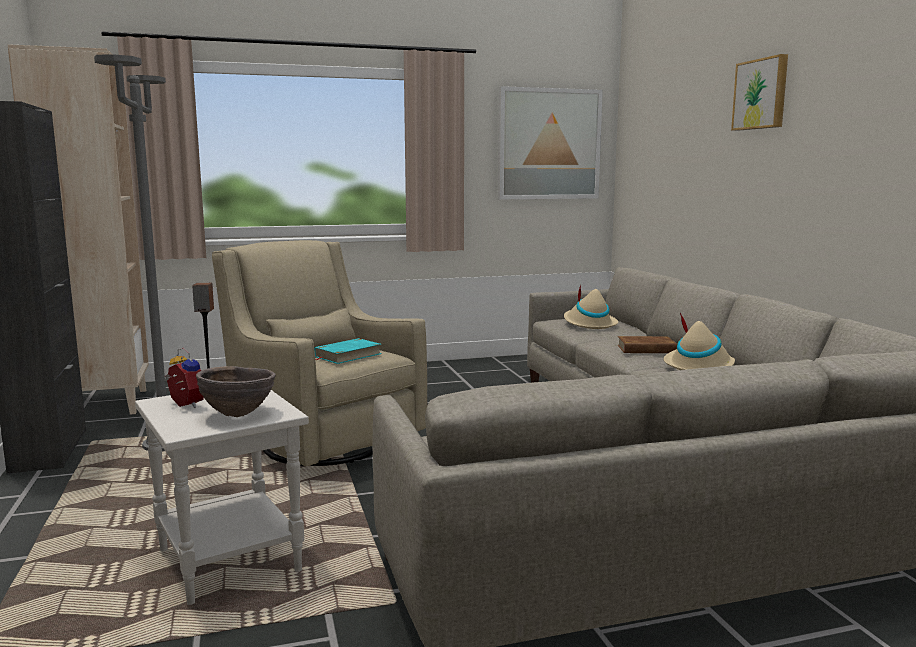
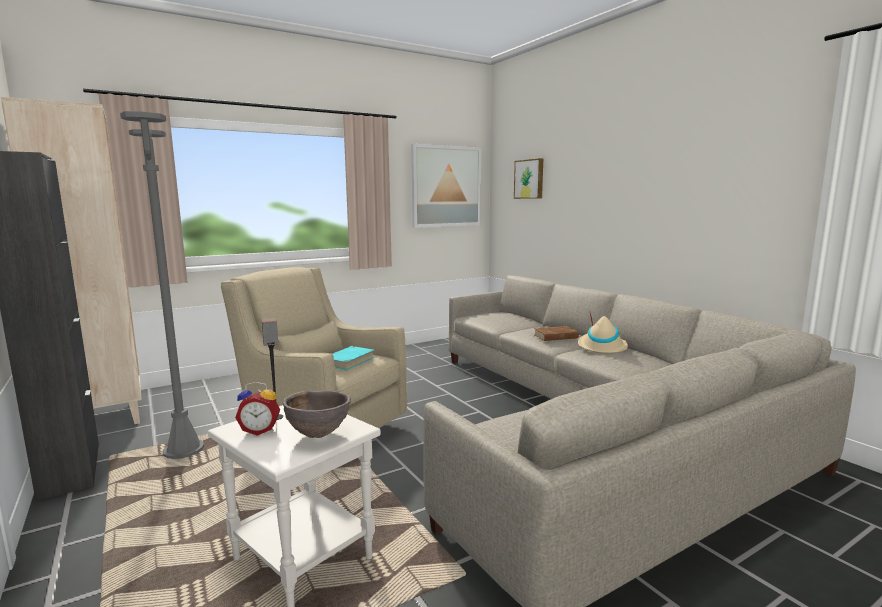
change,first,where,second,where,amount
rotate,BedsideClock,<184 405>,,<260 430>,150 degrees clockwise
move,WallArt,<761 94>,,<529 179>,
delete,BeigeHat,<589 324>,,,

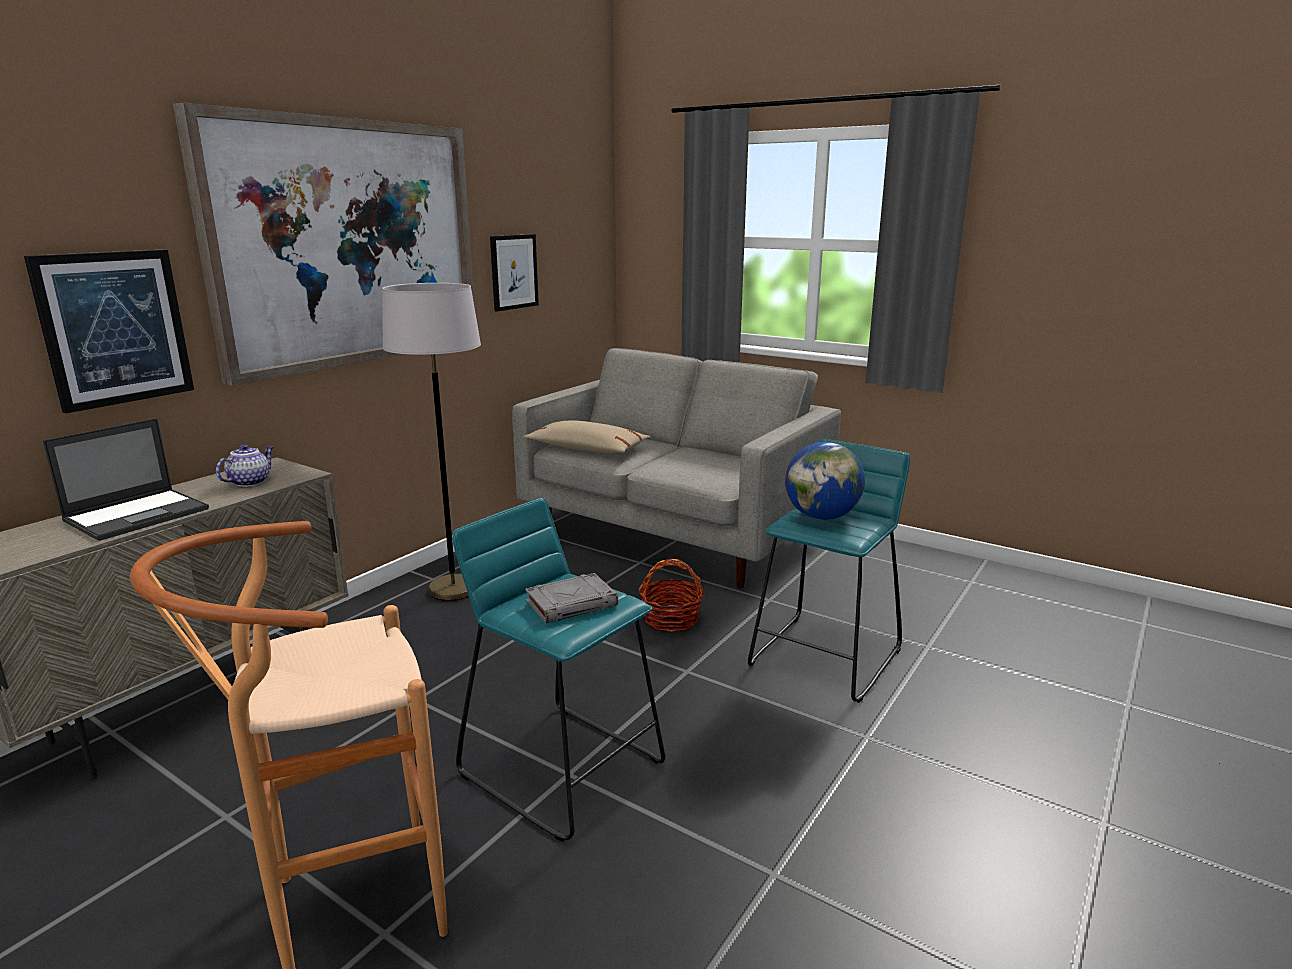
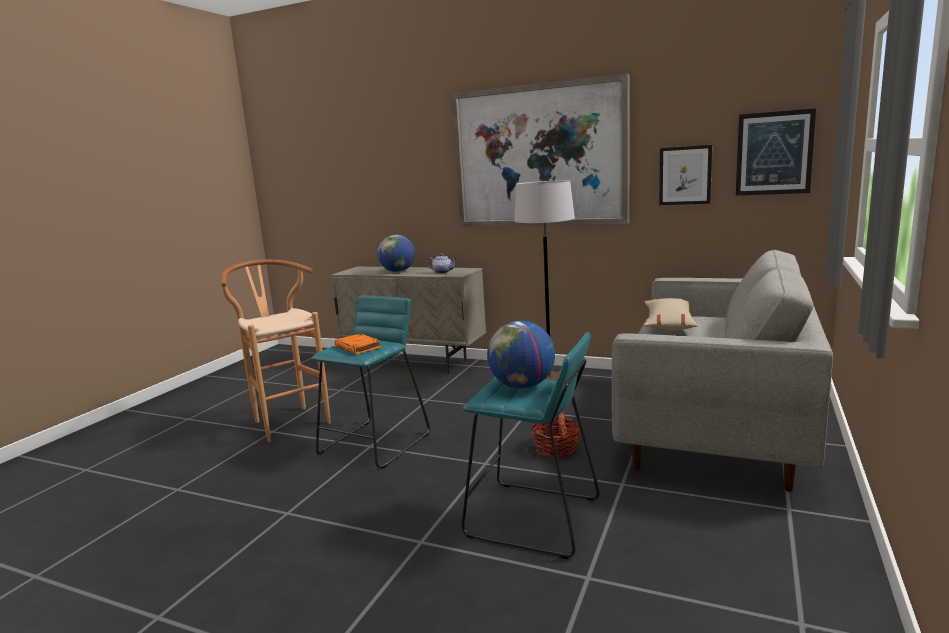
change,first,where,second,where,amount
recolor,GreyishBoundBook,<572 603>,OrangeyBoundBook,<358 347>,
replace,PortableComputer,<138 514>,WorldGlobe,<398 271>,
move,WallArt,<114 328>,,<774 153>,

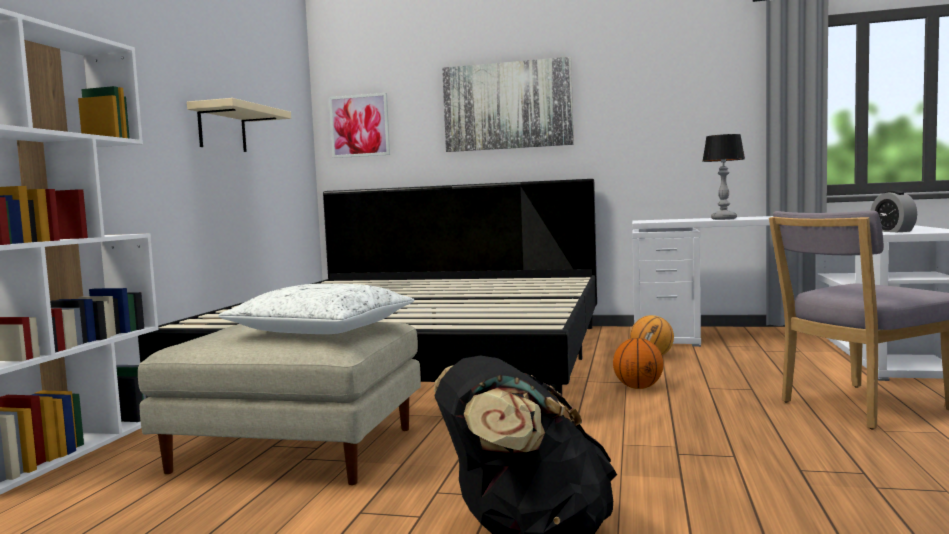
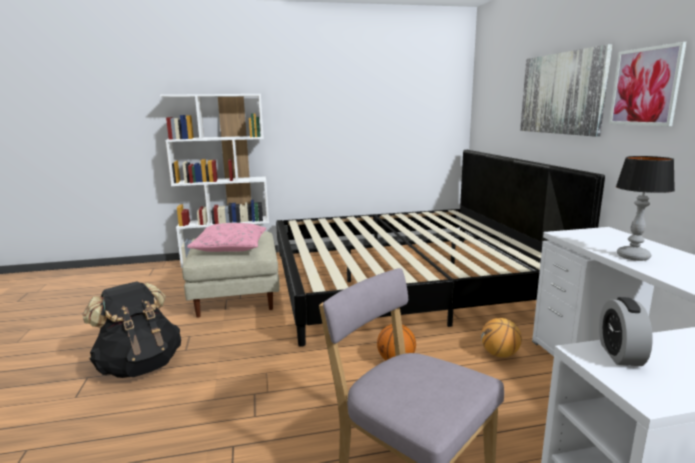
change,first,where,second,where,amount
recolor,WhitePillow,<322 329>,PinkColouredPillow,<230 246>,
rotate,BedsideClock,<892 231>,,<620 354>,45 degrees counterclockwise
move,WallArt,<359 126>,,<645 87>,
delete,BeigeShelf,<222 129>,,,

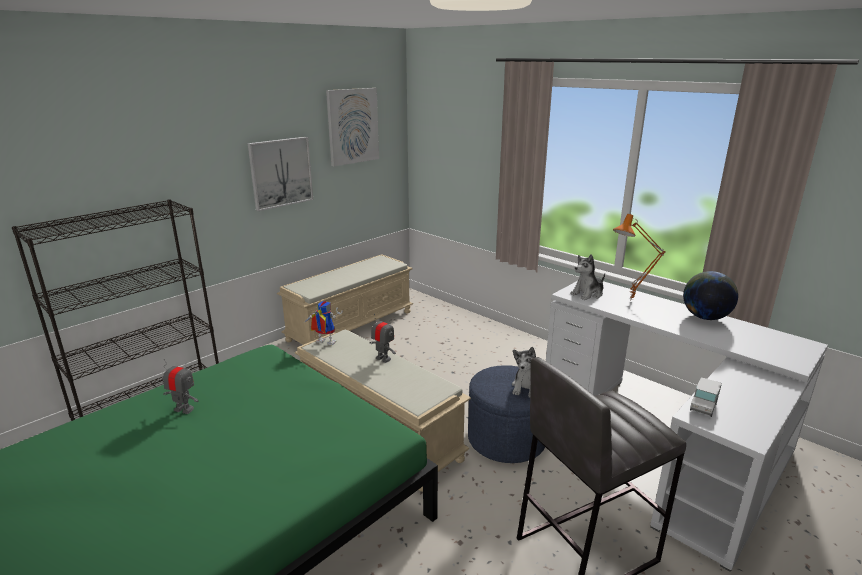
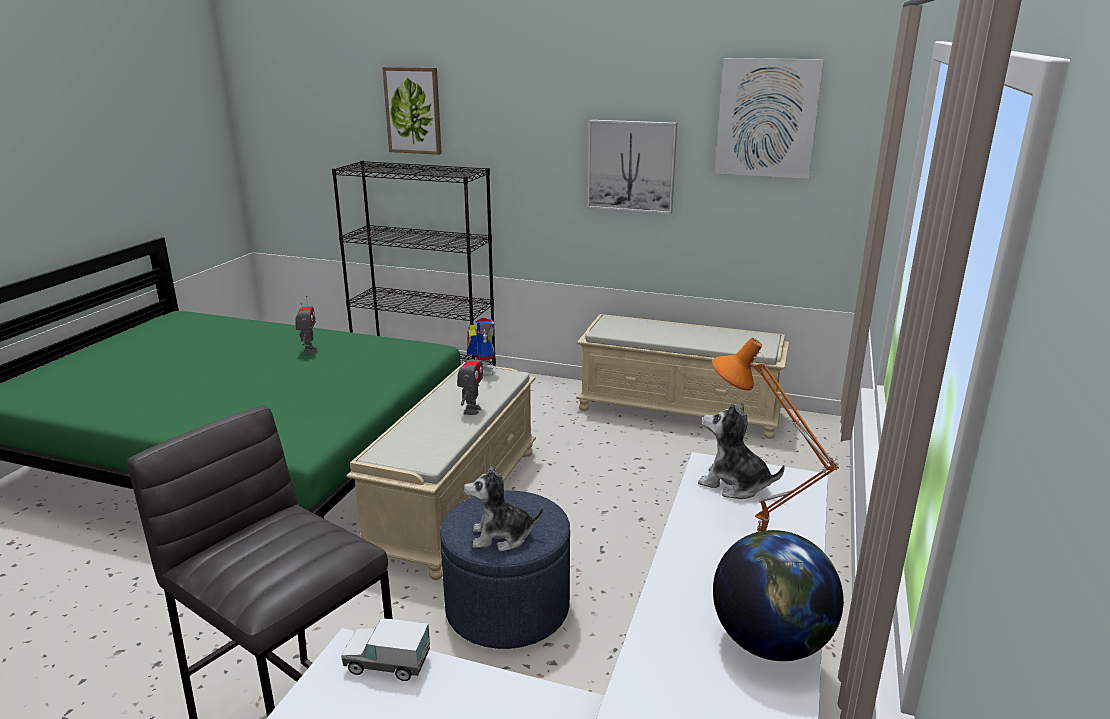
change,first,where,second,where,amount
insert,,,WallArt,<413 110>,

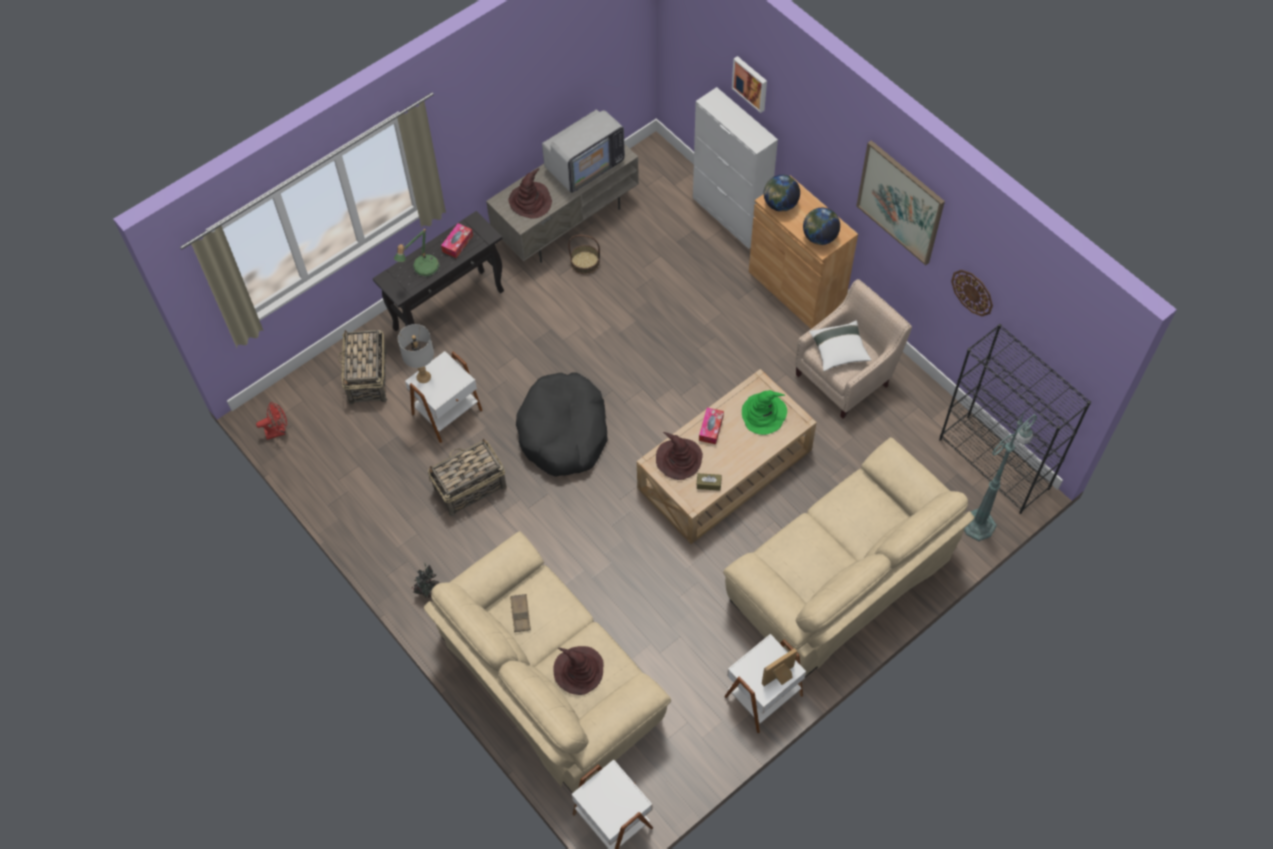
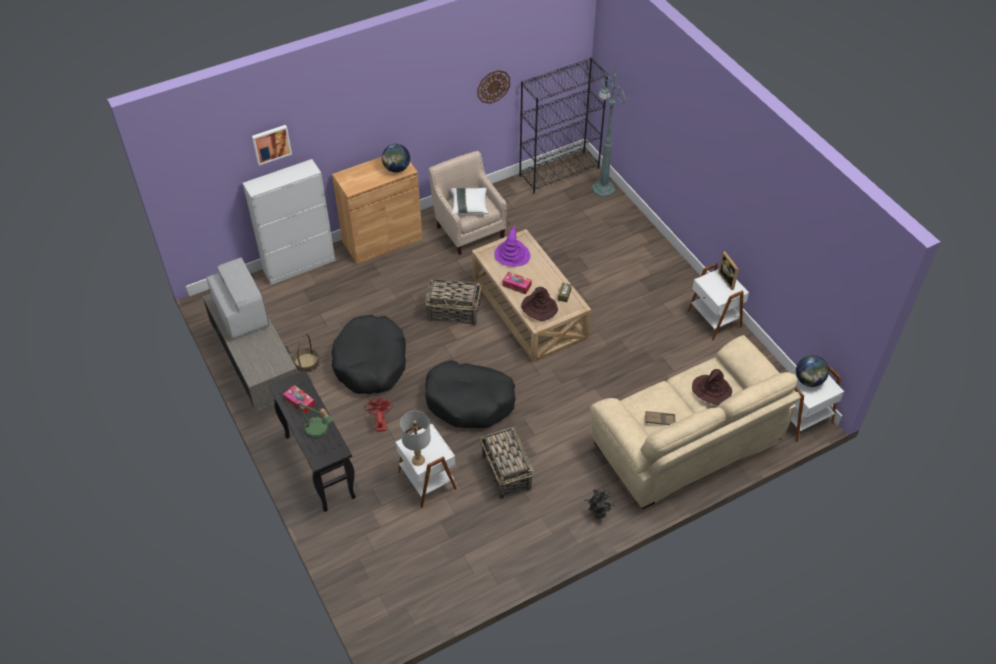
change,first,where,second,where,amount
insert,,,BlackishPetBed,<371 362>,
move,ReddishElectricFan,<278 431>,,<380 422>,
move,StorageBasket,<368 378>,,<454 312>,
recolor,GreenHat,<763 414>,PurplishHat,<512 255>,
move,WorldGlobe,<780 204>,,<808 381>,
delete,BrownColouredHat,<530 201>,,,
delete,BeigeSettee,<843 578>,,,
delete,WallArt,<900 202>,,,

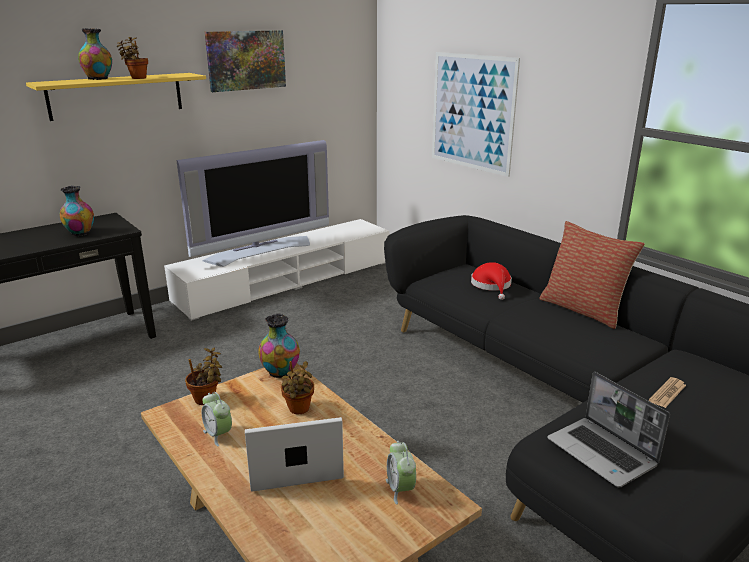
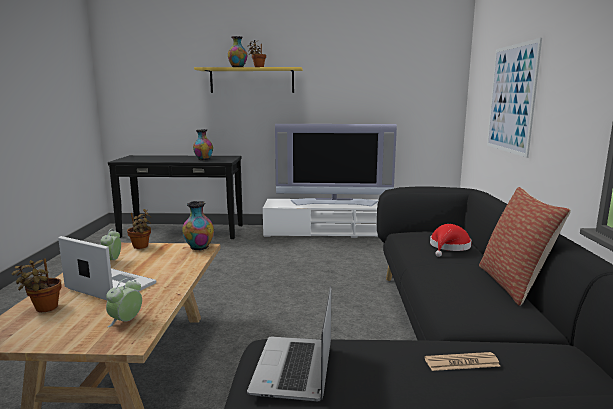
change,first,where,second,where,amount
move,PlantInAPot,<298 410>,,<44 308>,
delete,WallArt,<246 60>,,,

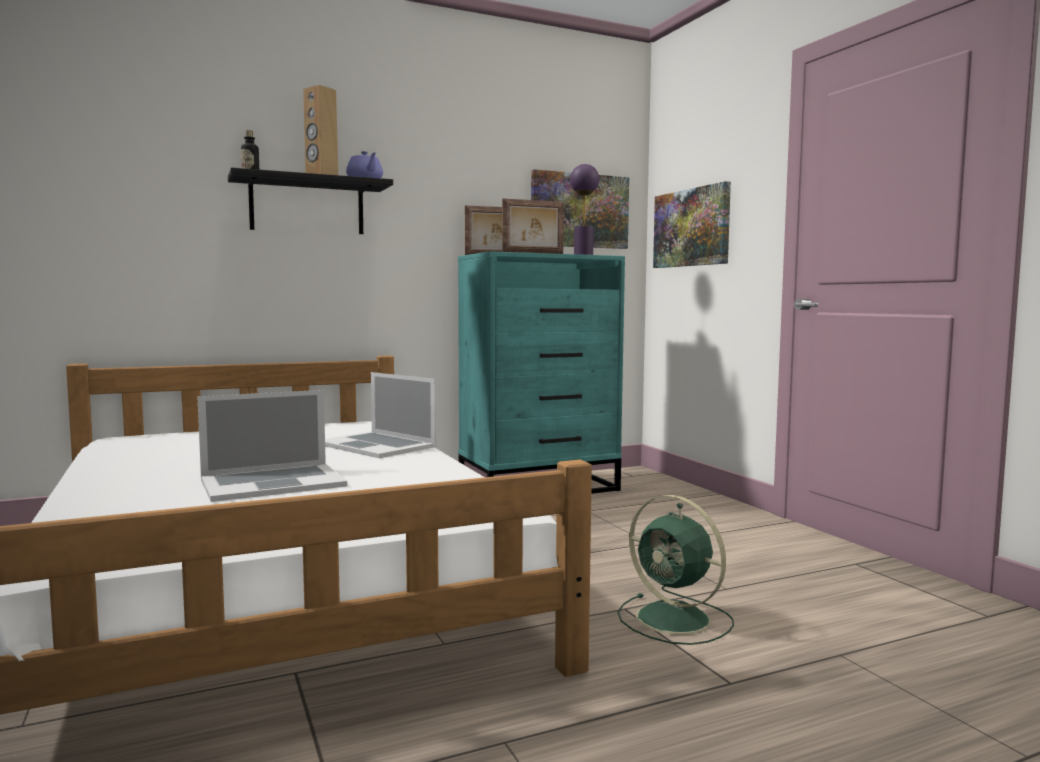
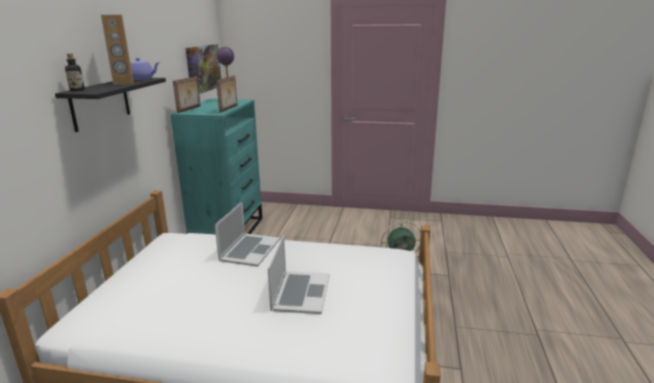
change,first,where,second,where,amount
rotate,PortableComputer,<377 445>,,<249 249>,60 degrees counterclockwise
delete,WallArt,<691 228>,,,

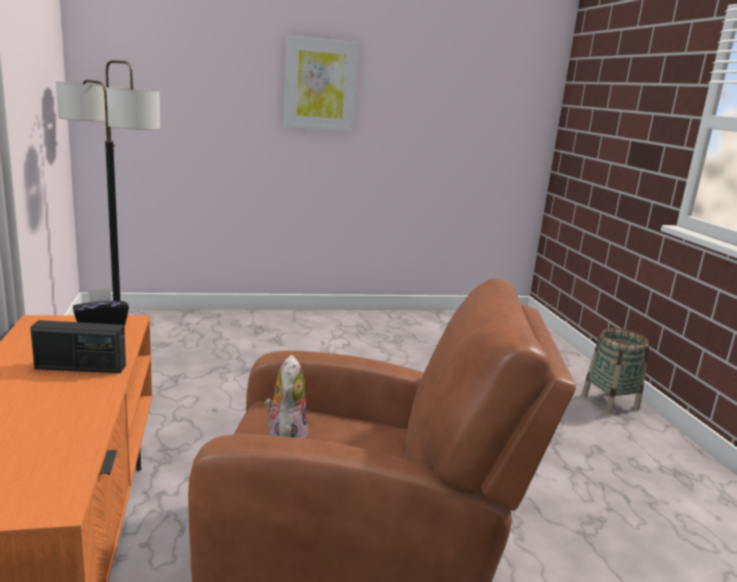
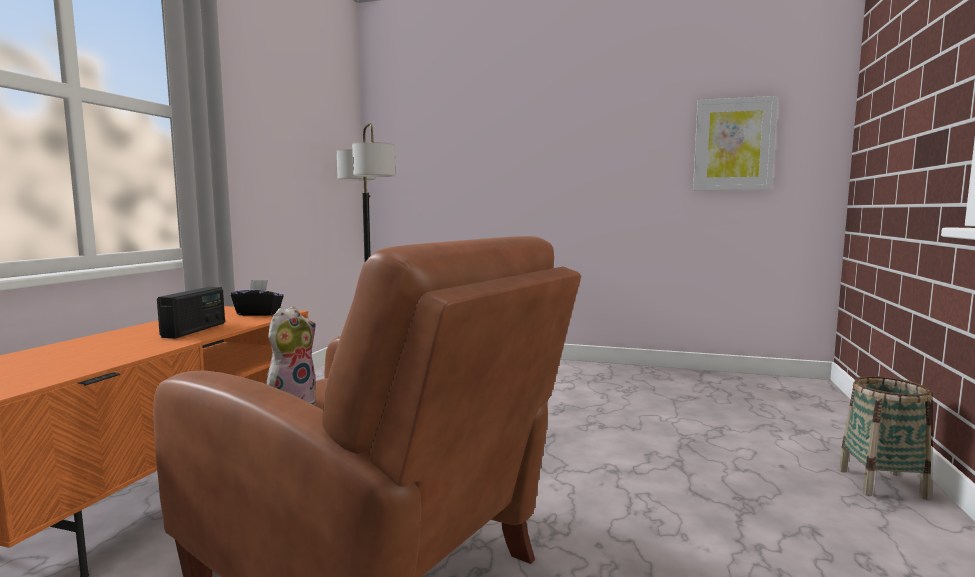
change,first,where,second,where,amount
rotate,RadioReceiver,<80 367>,,<195 330>,105 degrees counterclockwise
move,WallArt,<320 85>,,<733 144>,

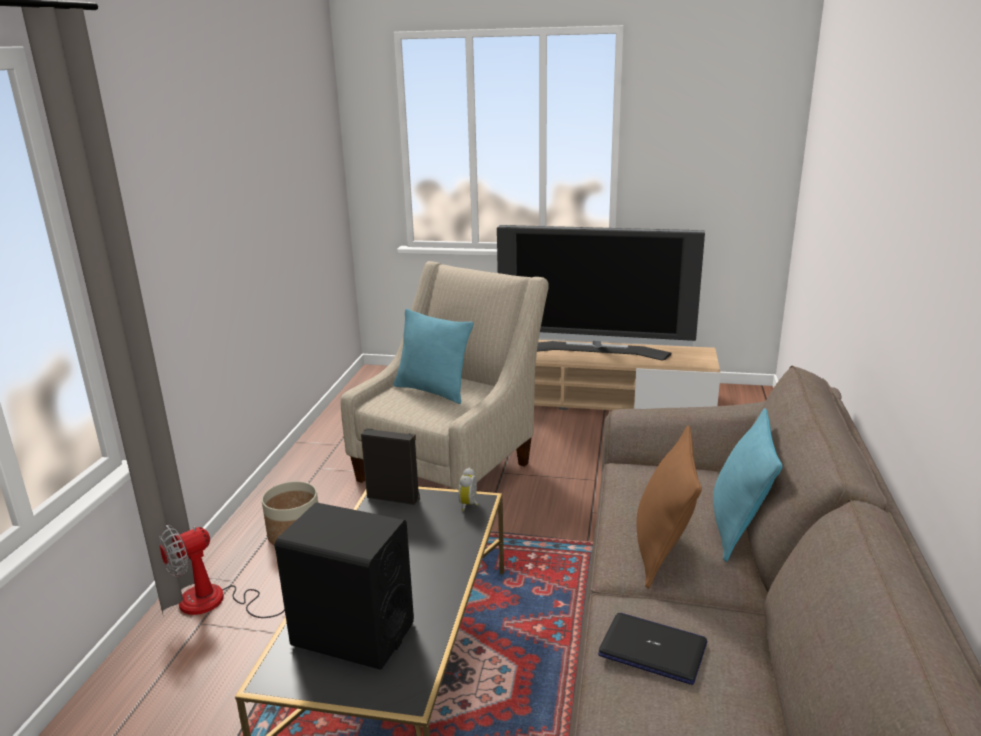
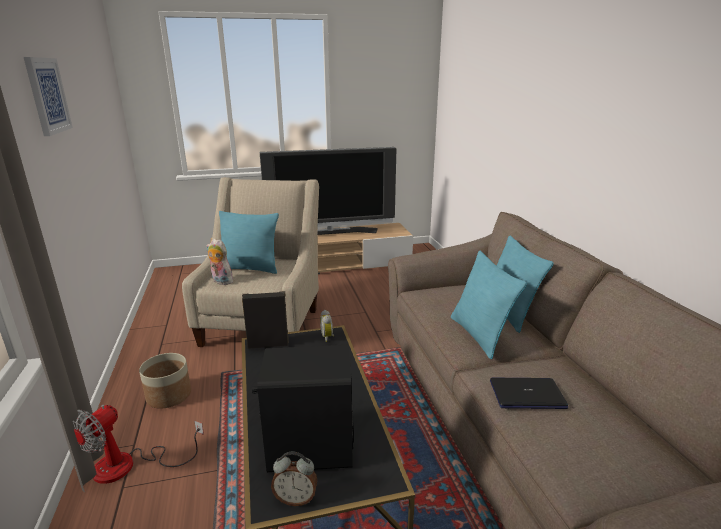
change,first,where,second,where,amount
insert,,,WallArt,<47 95>,
insert,,,PlushToy,<220 281>,
insert,,,BedsideClock,<296 498>,
recolor,BrownColouredPillow,<662 551>,TurquoisePillow,<479 335>,

